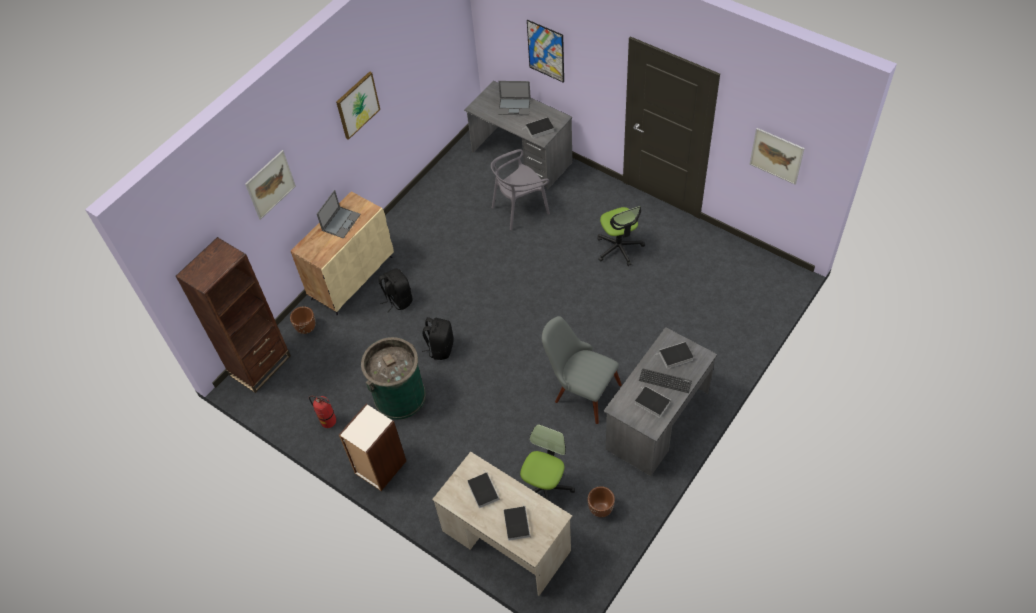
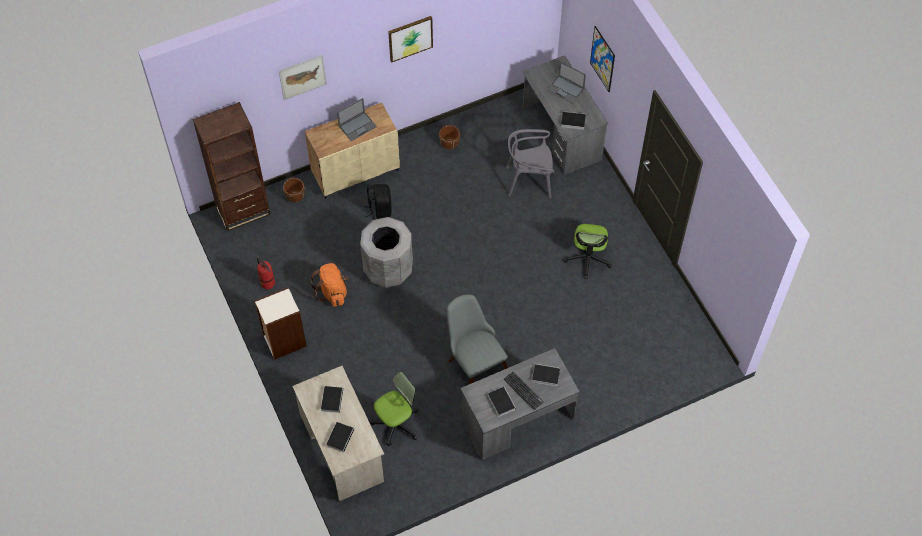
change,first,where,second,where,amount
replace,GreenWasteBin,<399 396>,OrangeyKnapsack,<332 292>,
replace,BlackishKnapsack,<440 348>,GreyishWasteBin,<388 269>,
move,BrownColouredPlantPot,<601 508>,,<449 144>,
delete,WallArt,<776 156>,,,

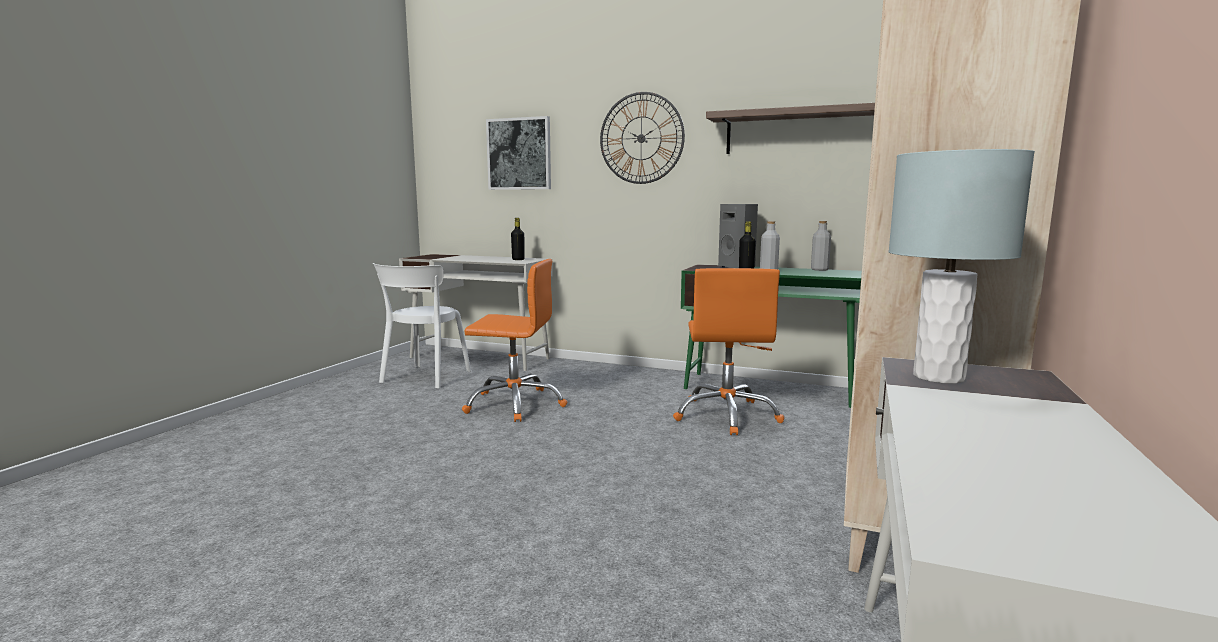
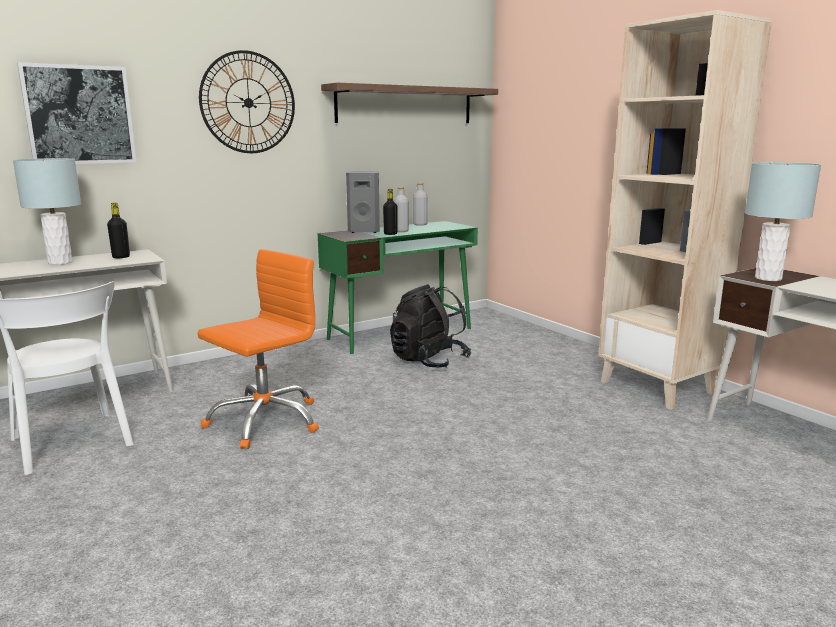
change,first,where,second,where,amount
insert,,,GreyishTableLamp,<60 262>,
replace,OrangeyOfficeChair,<727 415>,BlackishKnapsack,<429 361>,

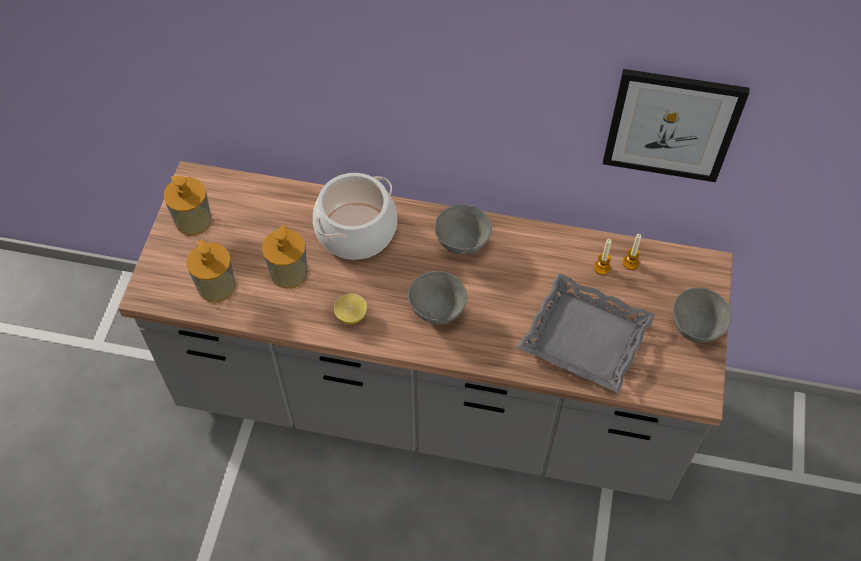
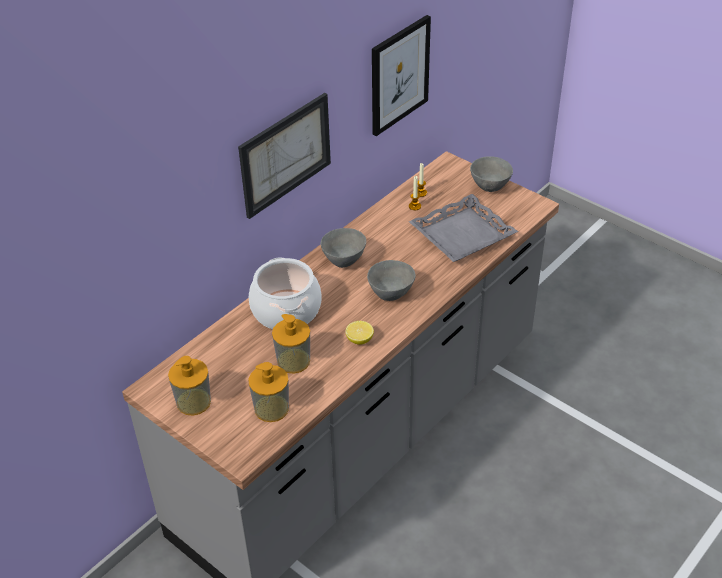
change,first,where,second,where,amount
insert,,,WallArt,<285 154>,

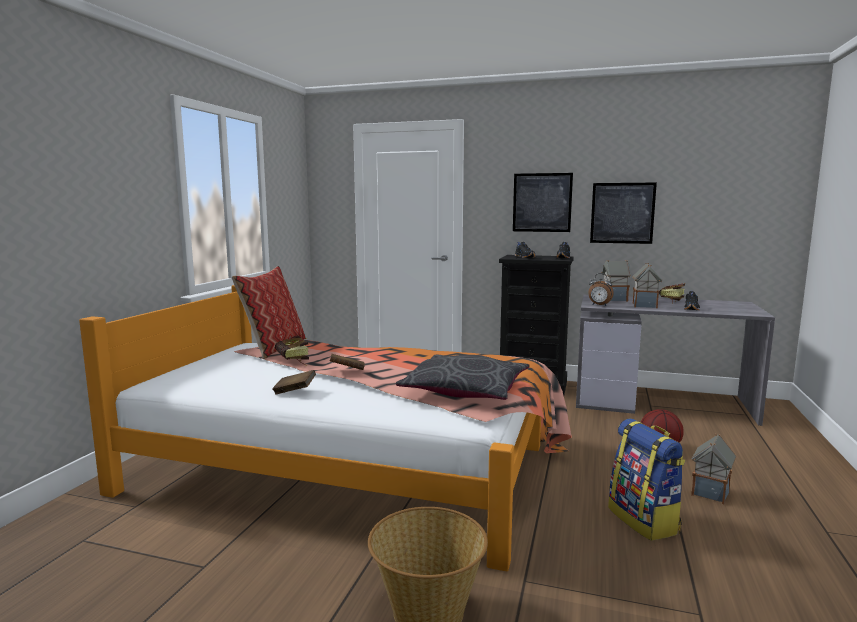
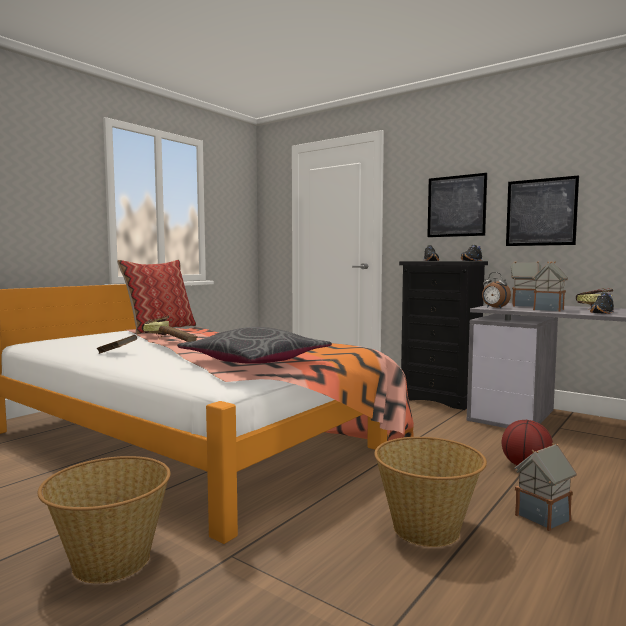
change,first,where,second,where,amount
replace,Knapsack,<644 520>,StorageBasket,<427 529>,

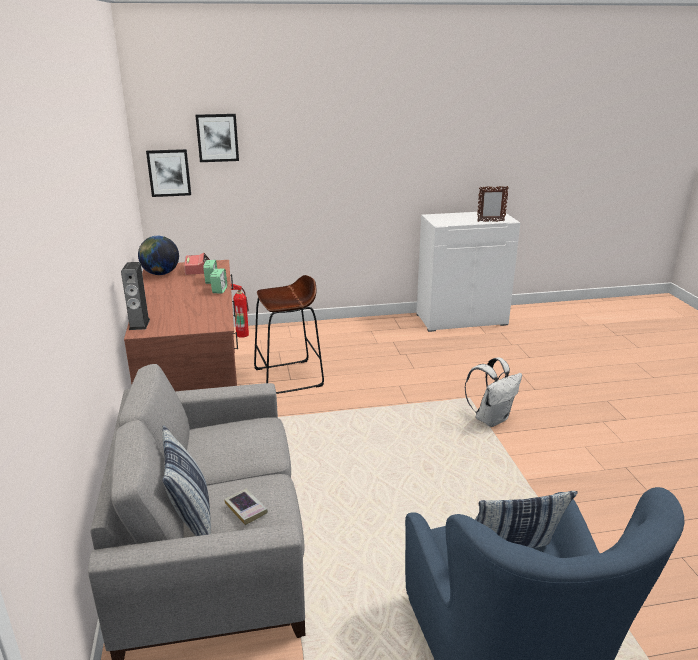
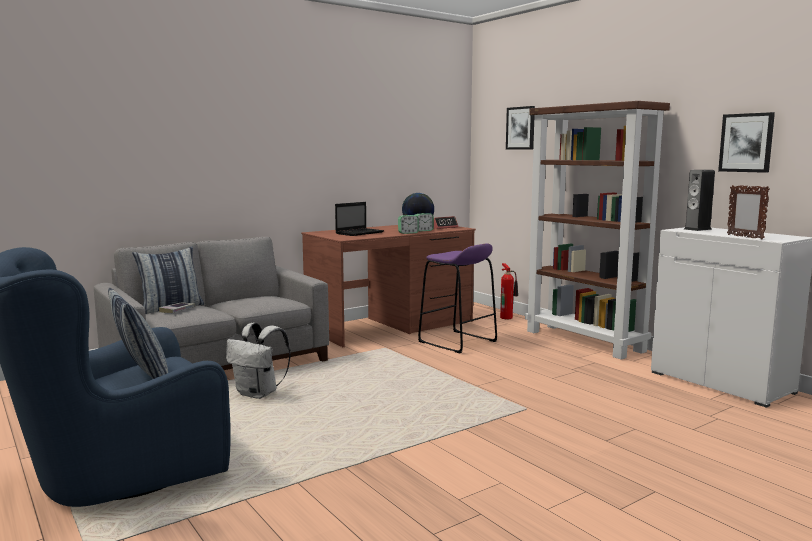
change,first,where,second,where,amount
move,WhiteKnapsack,<491 419>,,<259 394>,
insert,,,PortableComputer,<360 233>,
recolor,BrownColouredSittingStool,<288 377>,PurplishSittingStool,<457 342>,
insert,,,BrownColouredBookshelf,<585 341>,
move,AudioSpeaker,<139 324>,,<697 229>,
move,WallArt,<169 173>,,<746 142>,

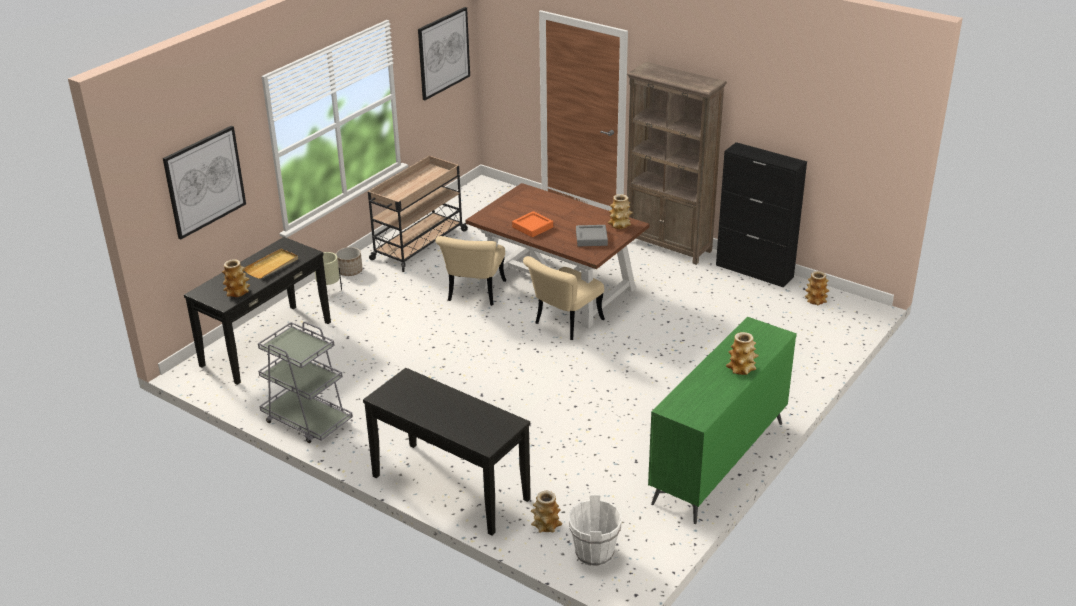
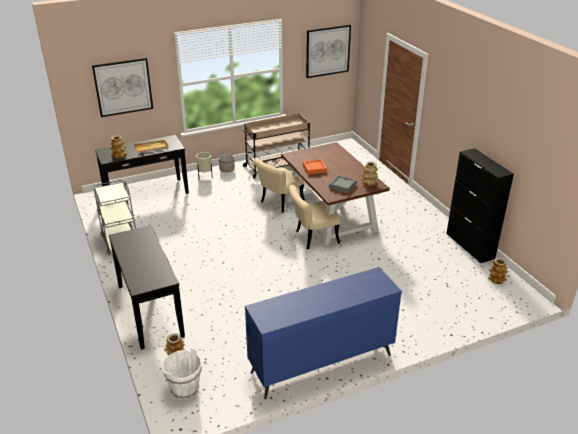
change,first,where,second,where,amount
recolor,GreenDresser,<718 462>,BluishDresser,<320 363>,
delete,BrownColouredBookshelf,<668 246>,,,
delete,DecorativeVase,<741 369>,,,

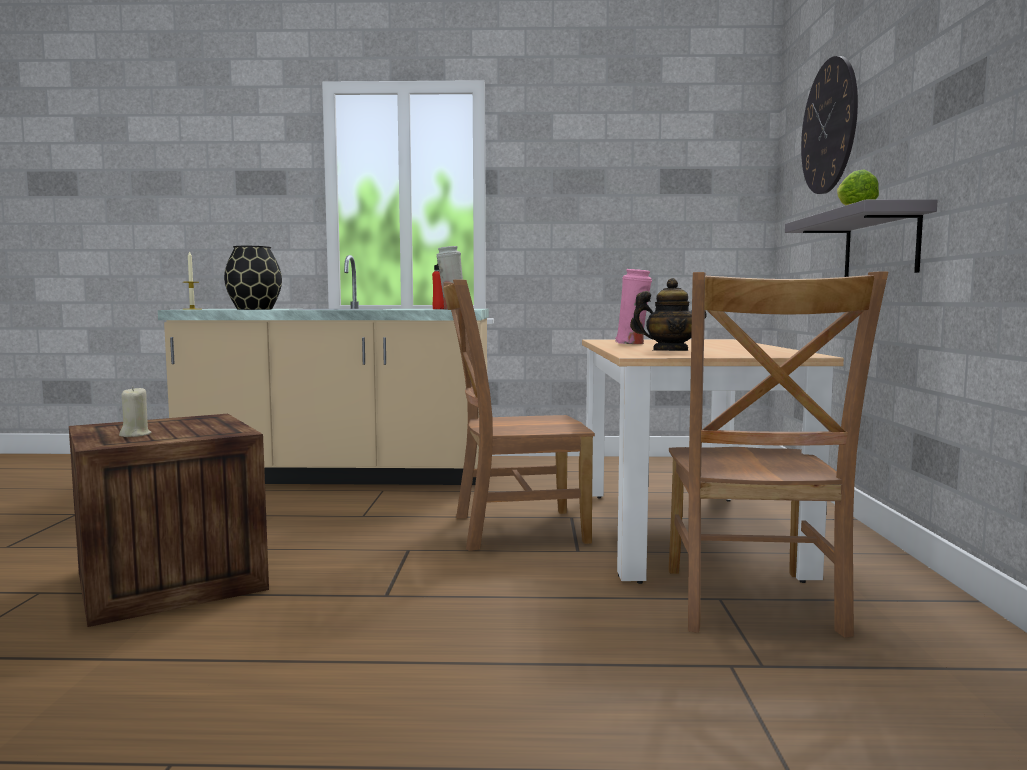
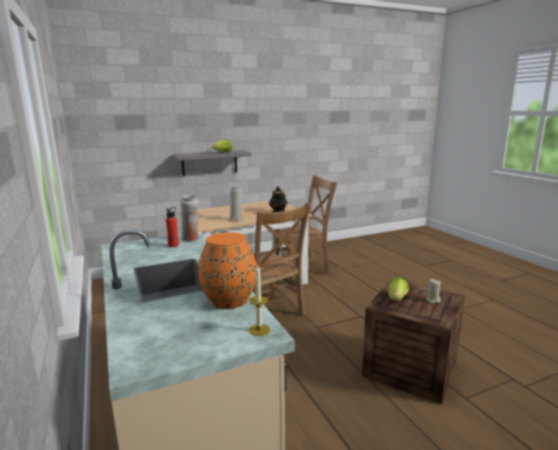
change,first,where,second,where,amount
recolor,BlackishDecorativeVase,<254 309>,OrangeyDecorativeVase,<229 301>,
recolor,PinkColouredDecorativeVase,<632 344>,WhiteDecorativeVase,<236 219>,
insert,,,HeadOfLettuce,<397 300>,
delete,ClockOnTheWall,<829 127>,,,

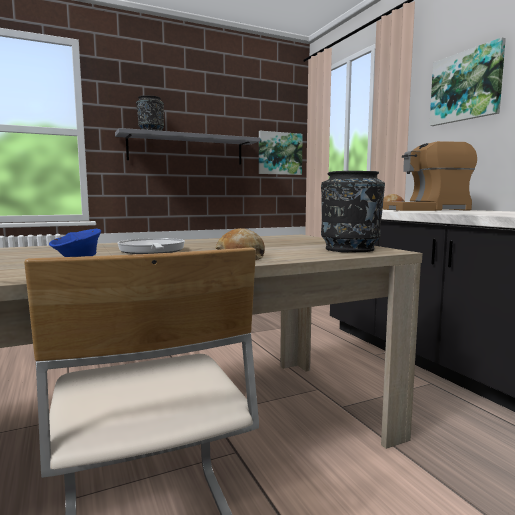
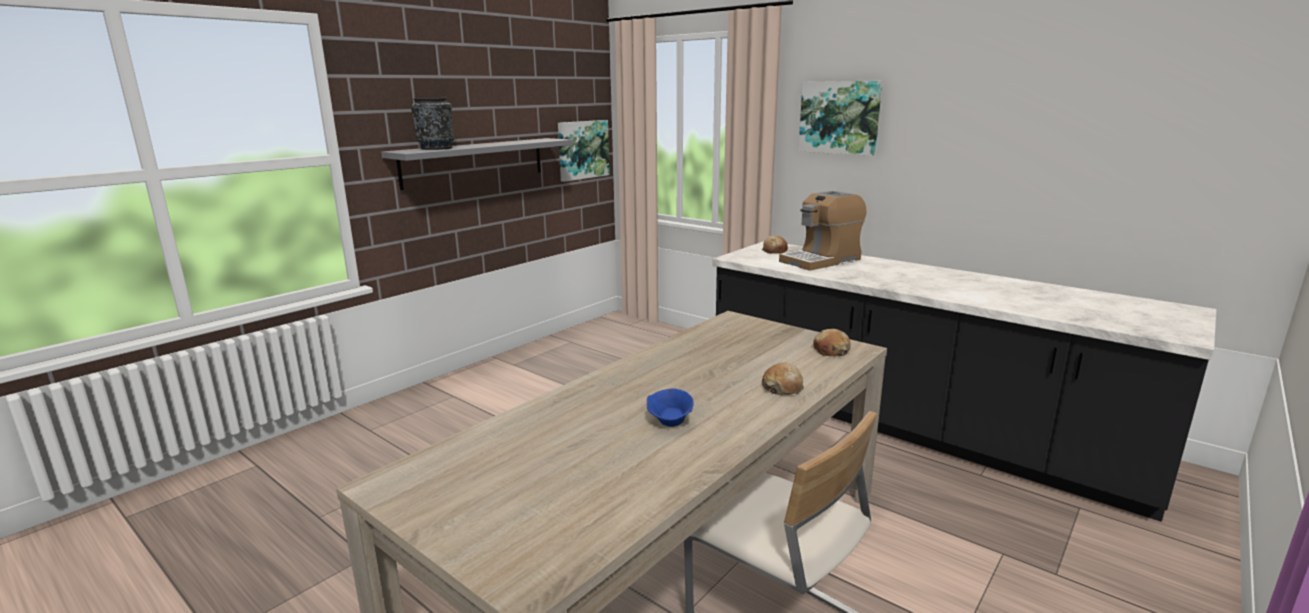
change,first,where,second,where,amount
replace,BlackishDecorativeVase,<350 249>,Bread,<831 350>,
delete,Skillet,<152 251>,,,

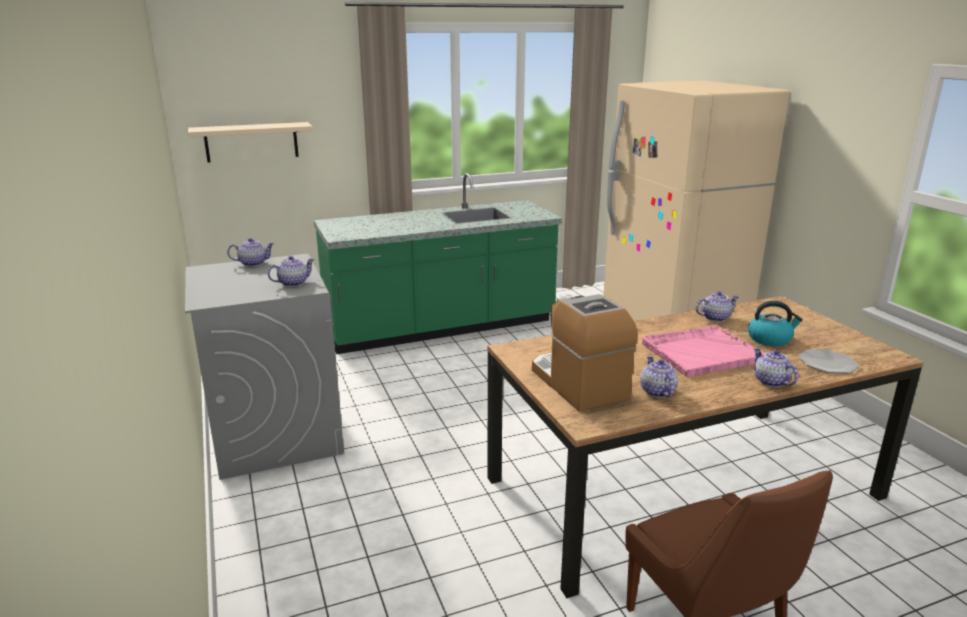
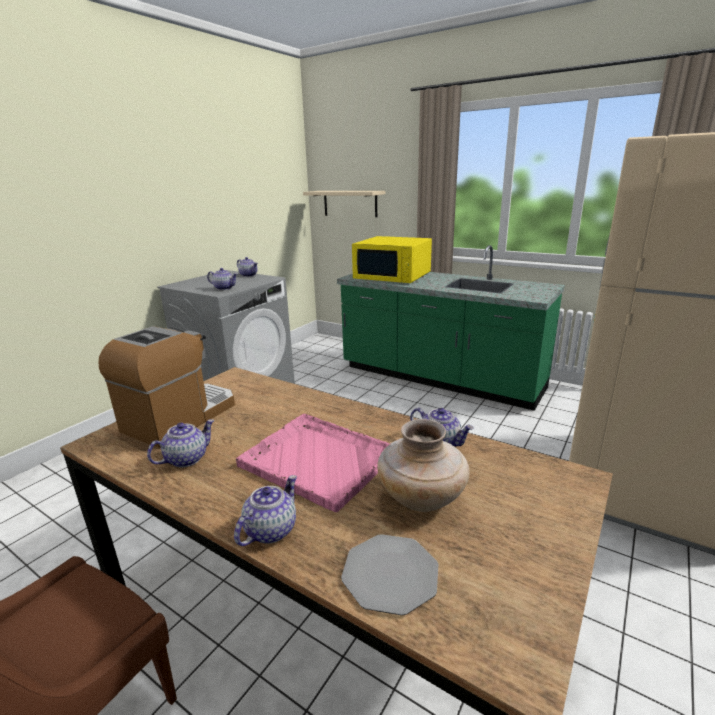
change,first,where,second,where,amount
insert,,,YellowMicrowaveOven,<393 276>,
replace,WaterKettle,<770 339>,BeigeDecorativeVase,<421 498>,

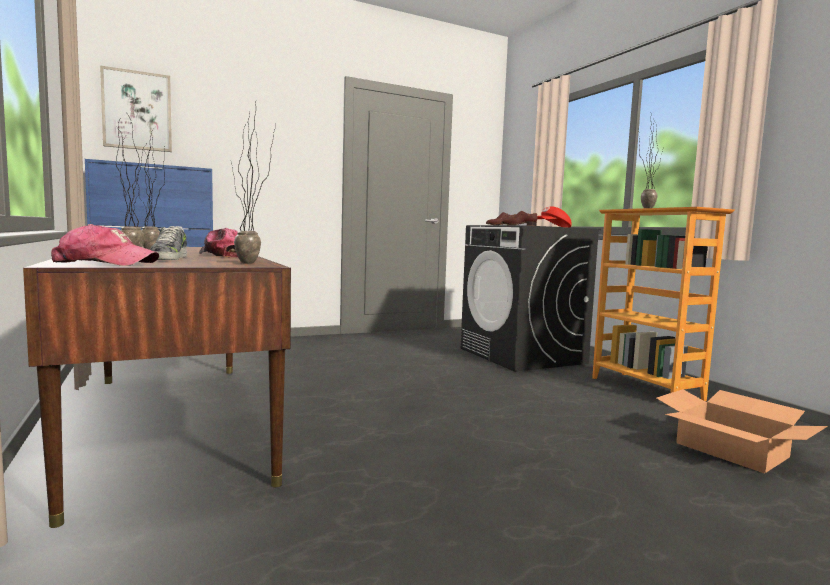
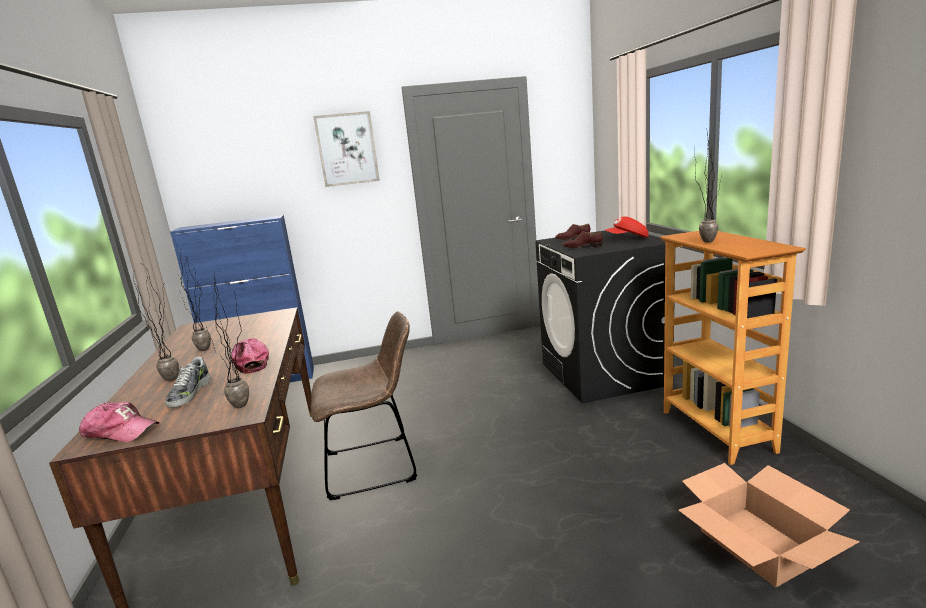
change,first,where,second,where,amount
insert,,,BrownColouredPlainChair,<376 465>,
move,WallArt,<137 110>,,<347 149>,

